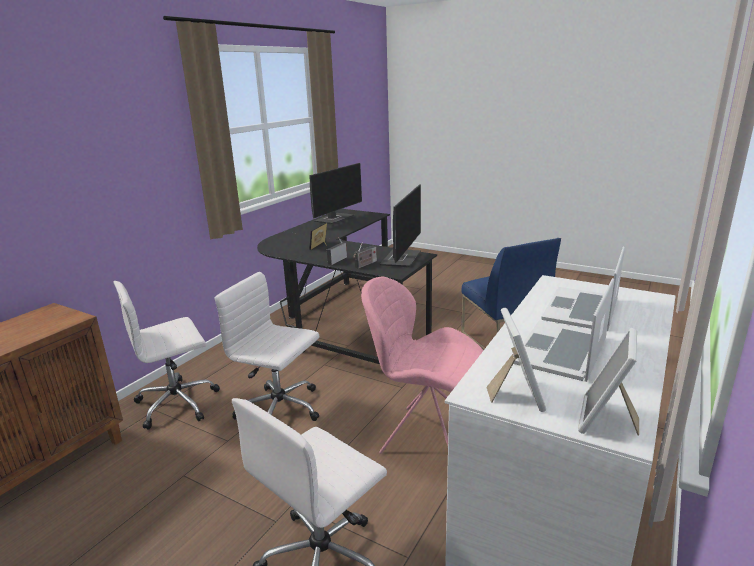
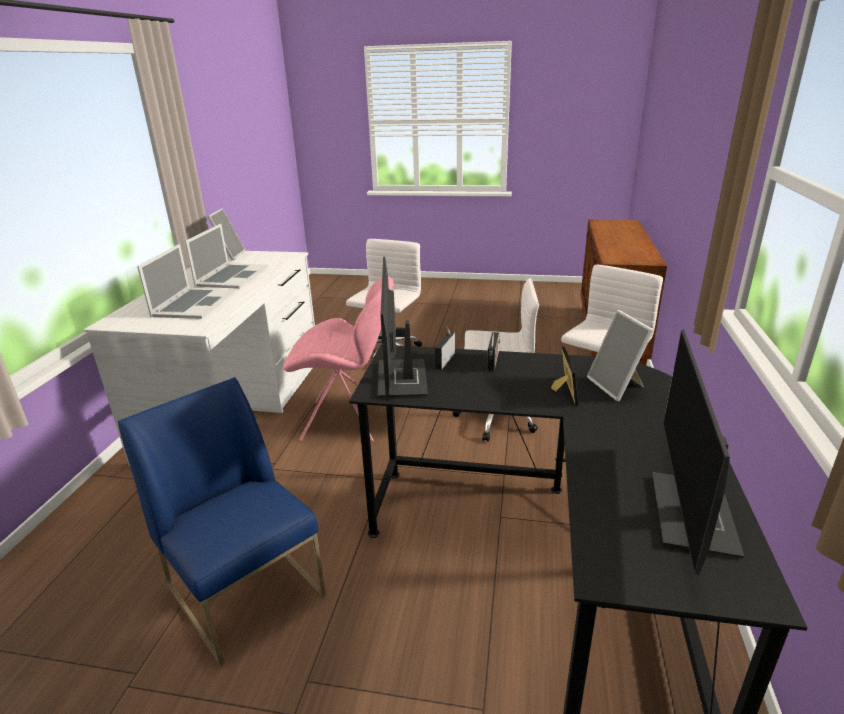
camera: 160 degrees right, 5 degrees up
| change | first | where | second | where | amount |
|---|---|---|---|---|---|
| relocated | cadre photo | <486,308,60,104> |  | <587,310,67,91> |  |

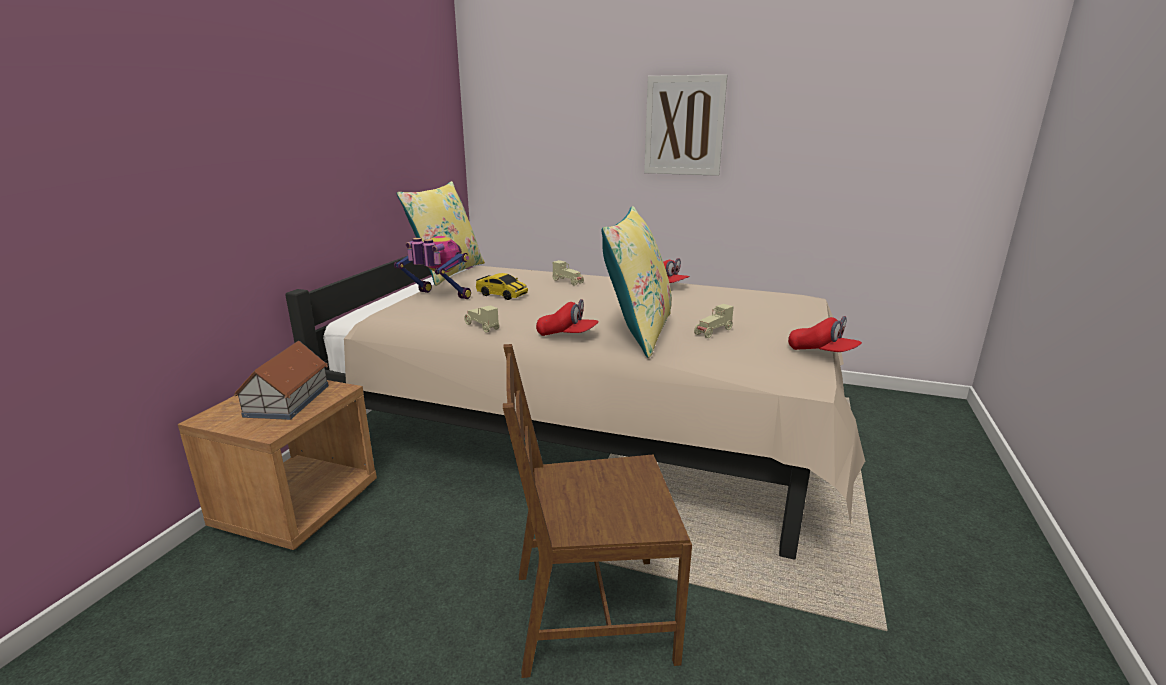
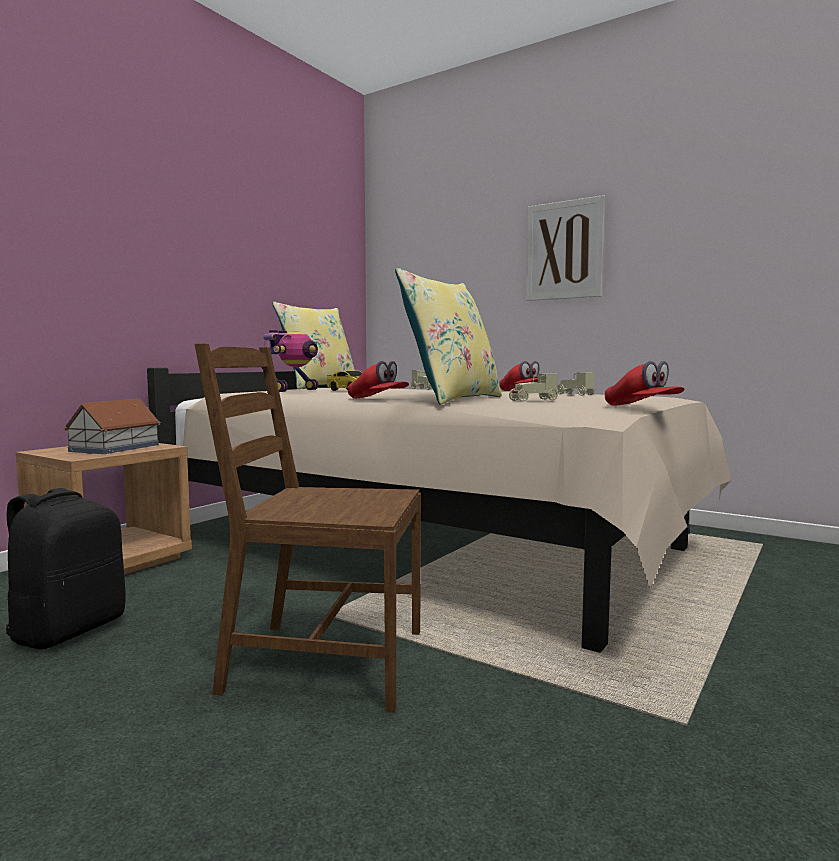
camera: 15 degrees right, 15 degrees down
| change | first | where | second | where | amount |
|---|---|---|---|---|---|
| appeared |  |  | sac à dos (noir) | <6,488,120,161> |  |
| relocated | petite voiture (beige) | <464,305,35,28> |  | <557,372,38,24> |  |
| spun | robot jouet | <394,236,77,63> |  | <261,330,57,62> | 75 degrees clockwise |

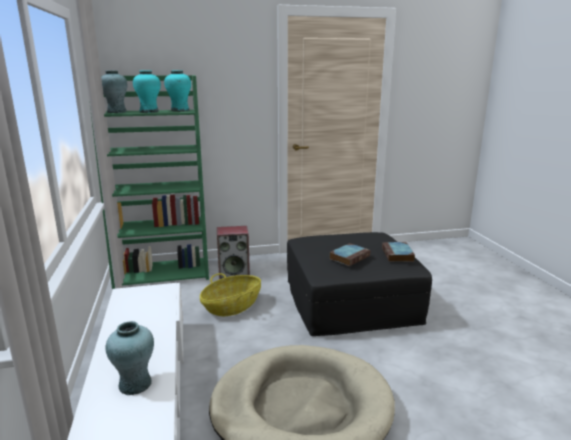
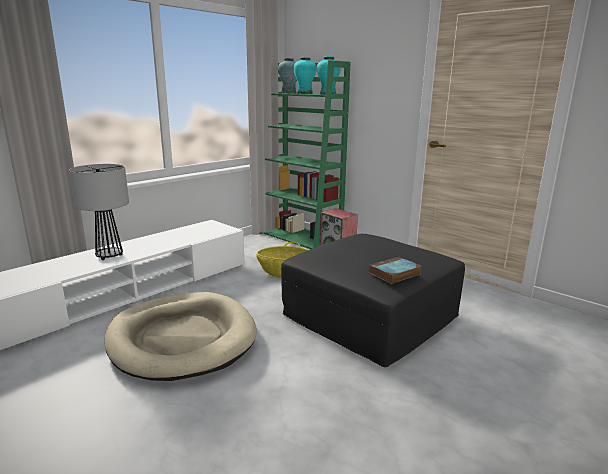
camera: 55 degrees right, 0 degrees up
| change | first | where | second | where | amount |
|---|---|---|---|---|---|
| missing | livre | <329,243,41,23> |  |  |  |
| exchanged | vase (turquoise) | <105,321,49,74> | lampe de table | <69,164,60,96> |  |

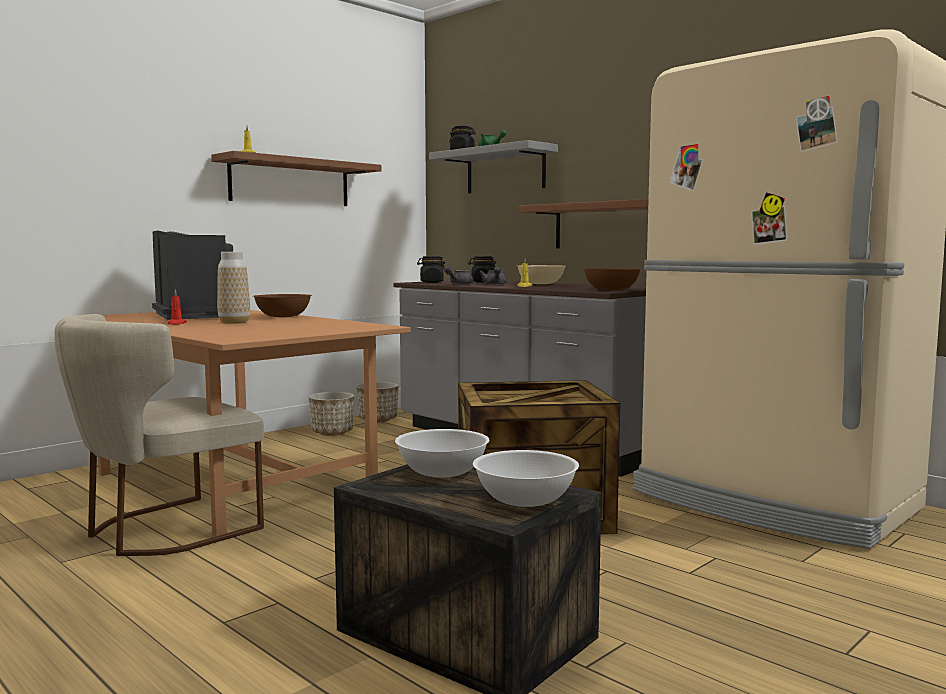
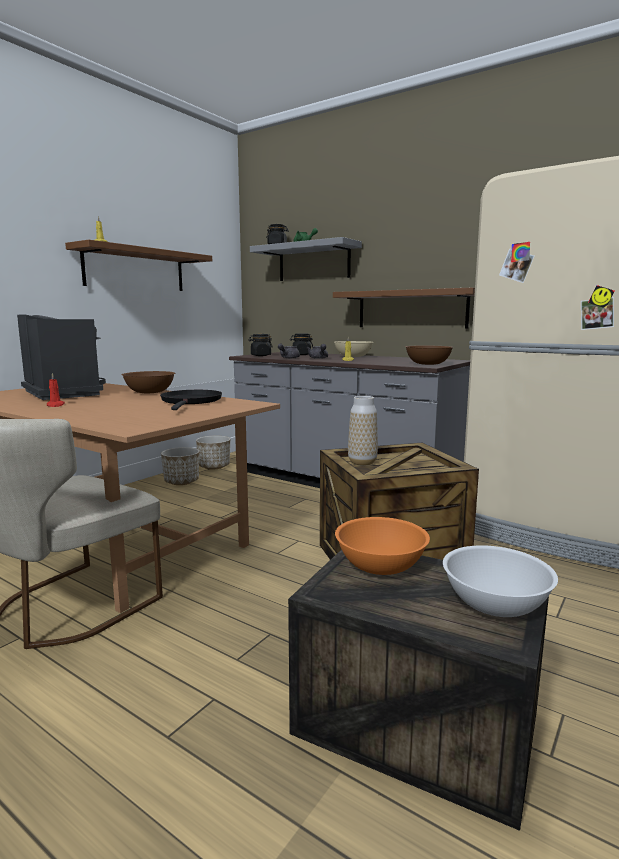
camera: 10 degrees left, 5 degrees up
| change | first | where | second | where | amount |
|---|---|---|---|---|---|
| appeared |  |  | poêle (noir) | <160,390,62,20> |  |
| relocated | vase | <217,252,33,72> |  | <348,396,30,70> |  |
| colour | bol (blanc) | <395,429,94,49> | bol (orange) | <335,517,95,58> |  |

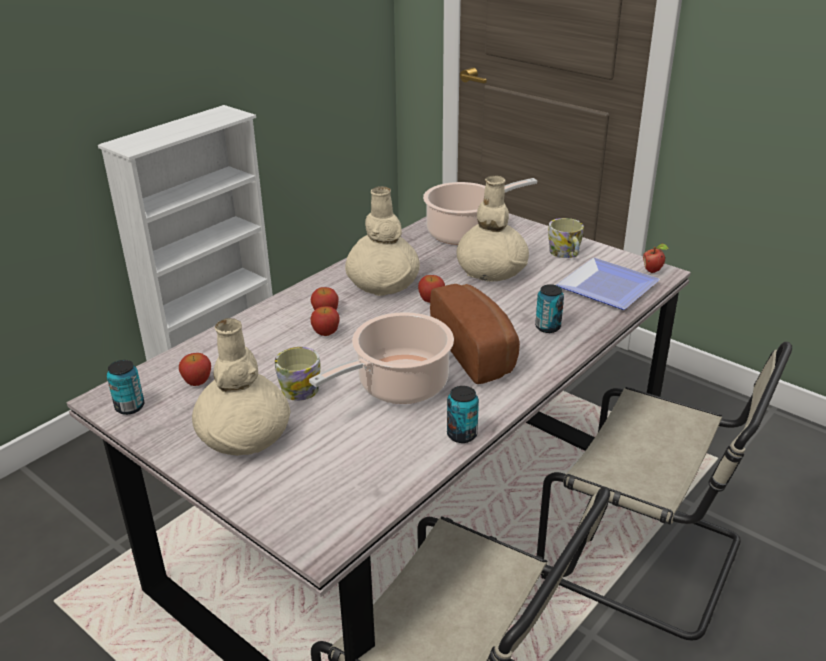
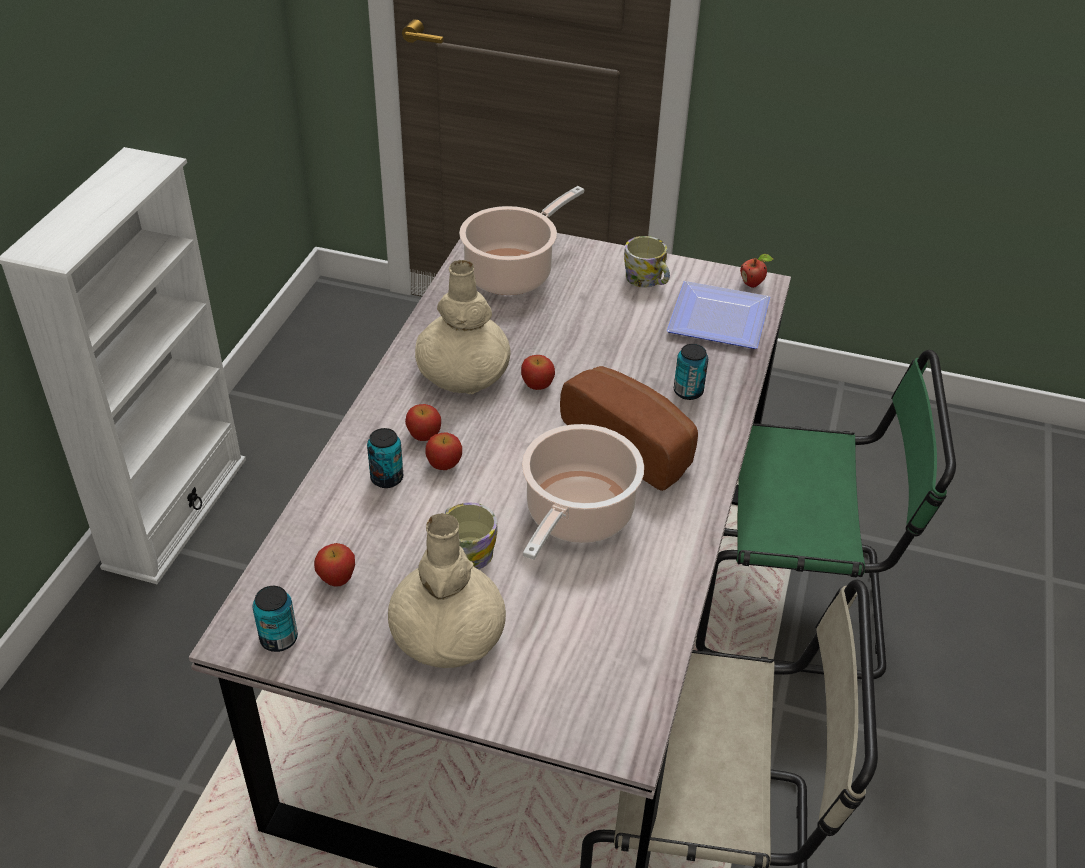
camera: 25 degrees left, 10 degrees up
| change | first | where | second | where | amount |
|---|---|---|---|---|---|
| missing | vase (beige) | <456,176,73,106> |  |  |  |
| relocated | boîte métallique | <447,386,32,57> |  | <367,428,36,60> |  |
| colour | chaise (beige) | <537,342,255,299> | chaise (vert) | <696,350,260,329> |  |

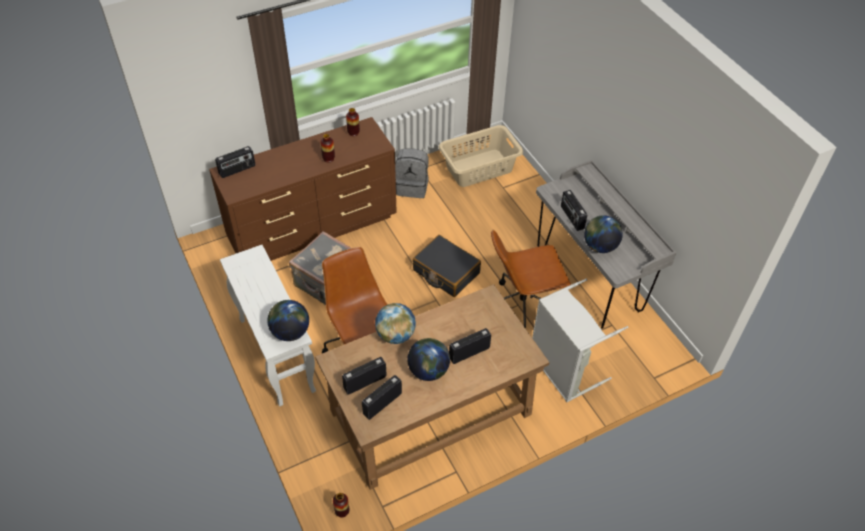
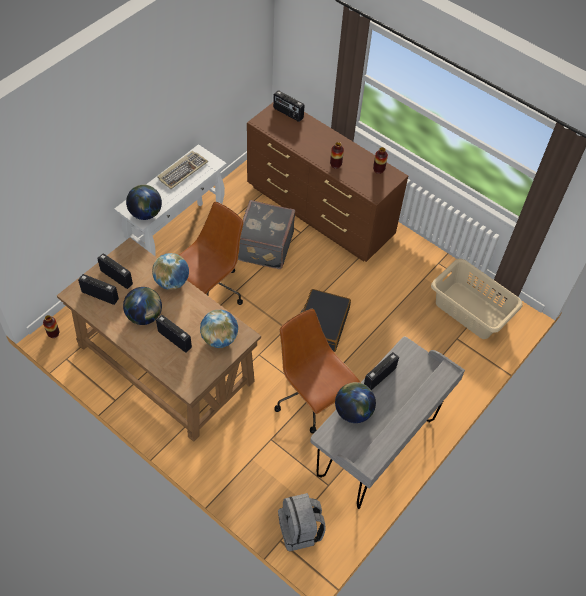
camera: 65 degrees right, 5 degrees up
| change | first | where | second | where | amount |
|---|---|---|---|---|---|
| missing | panier à linge (gris) | <532,279,96,123> |  |  |  |
| appeared |  |  | clavier | <157,151,51,38> |  |
| appeared |  |  | globe | <200,310,38,38> |  |
| relocated | sac à dos (gris) | <395,148,34,50> |  | <278,493,48,59> |  |

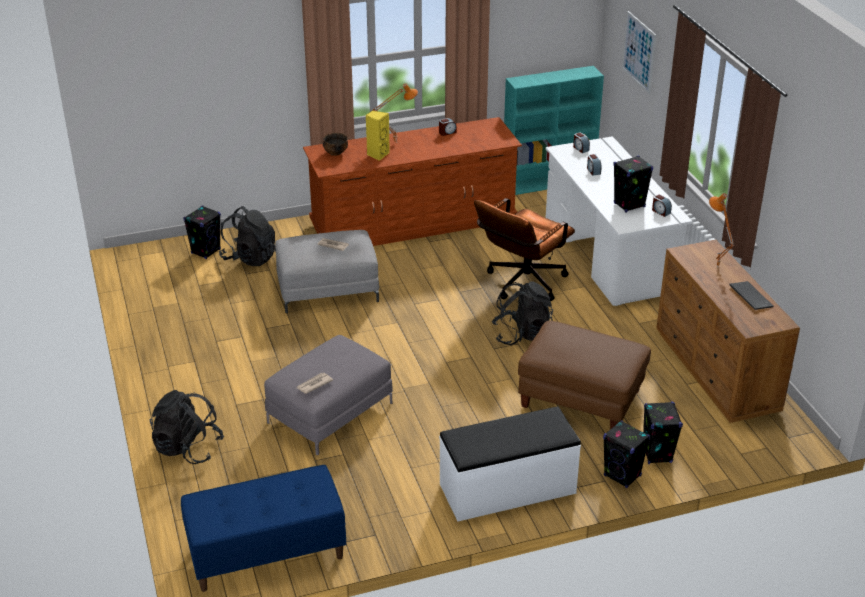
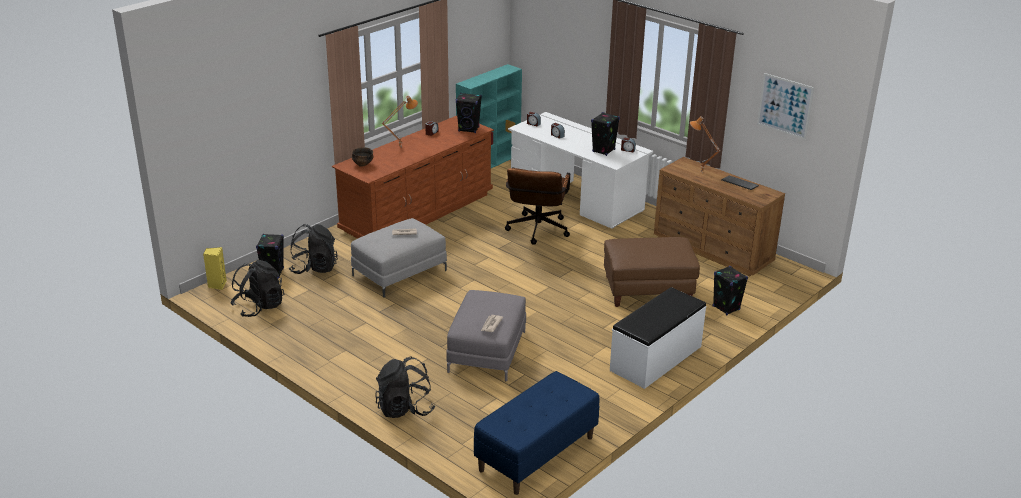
camera: 30 degrees left, 5 degrees down
| change | first | where | second | where | amount |
|---|---|---|---|---|---|
| relocated | enceinte (jaune) | <366,110,24,51> |  | <203,247,24,43> |  |
| relocated | sac à dos (noir) | <492,281,61,64> |  | <230,260,54,57> |  |
| relocated | enceinte (noir) | <603,420,47,68> |  | <456,93,26,40> |  |
| relocated | tableau | <622,11,34,83> |  | <757,73,57,67> |  |

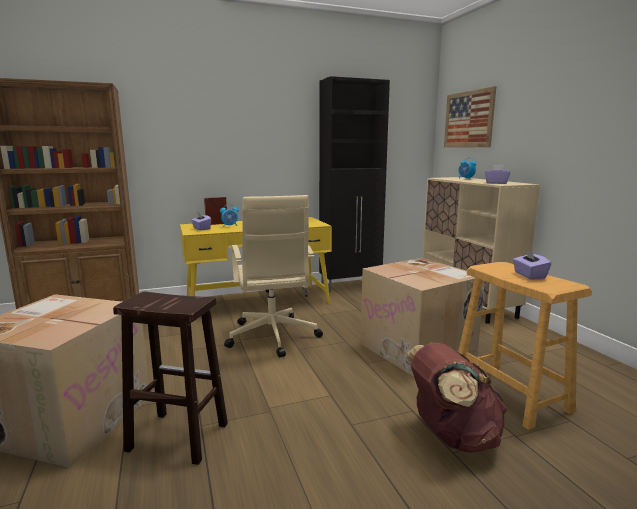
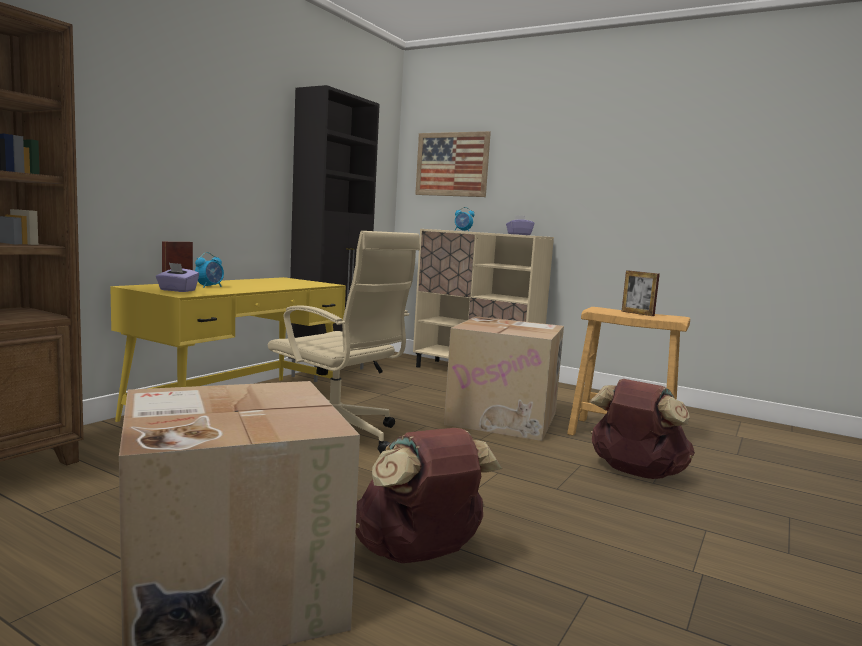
camera: 40 degrees left, 5 degrees down
| change | first | where | second | where | amount |
|---|---|---|---|---|---|
| exchanged | tabouret (marron) | <113,292,115,173> | sac à dos (marron) | <356,428,146,135> |  |
| exchanged | boîte à mouchoirs (violet) | <513,248,38,31> | cadre photo | <622,270,38,46> |  |

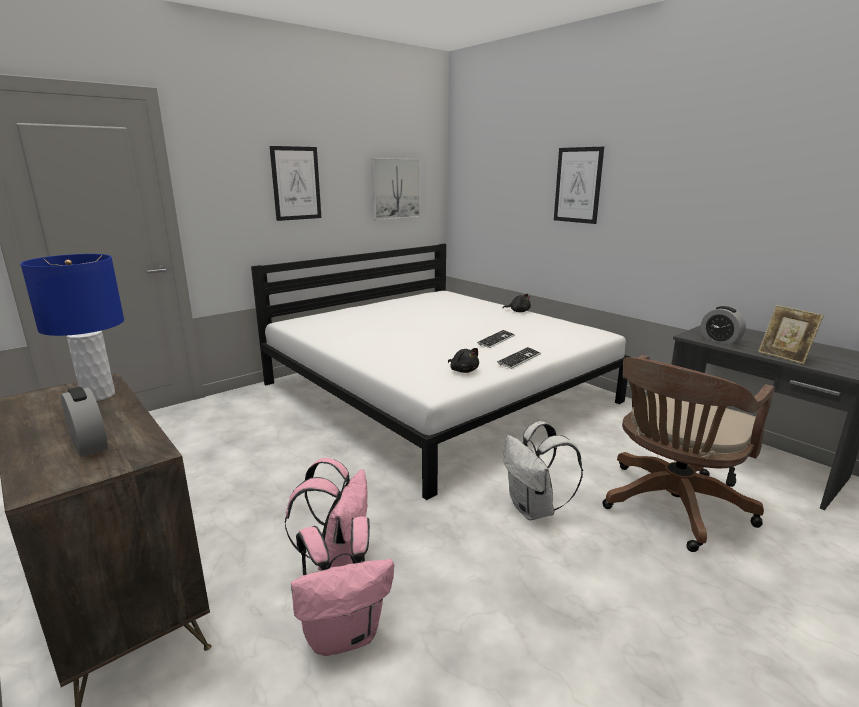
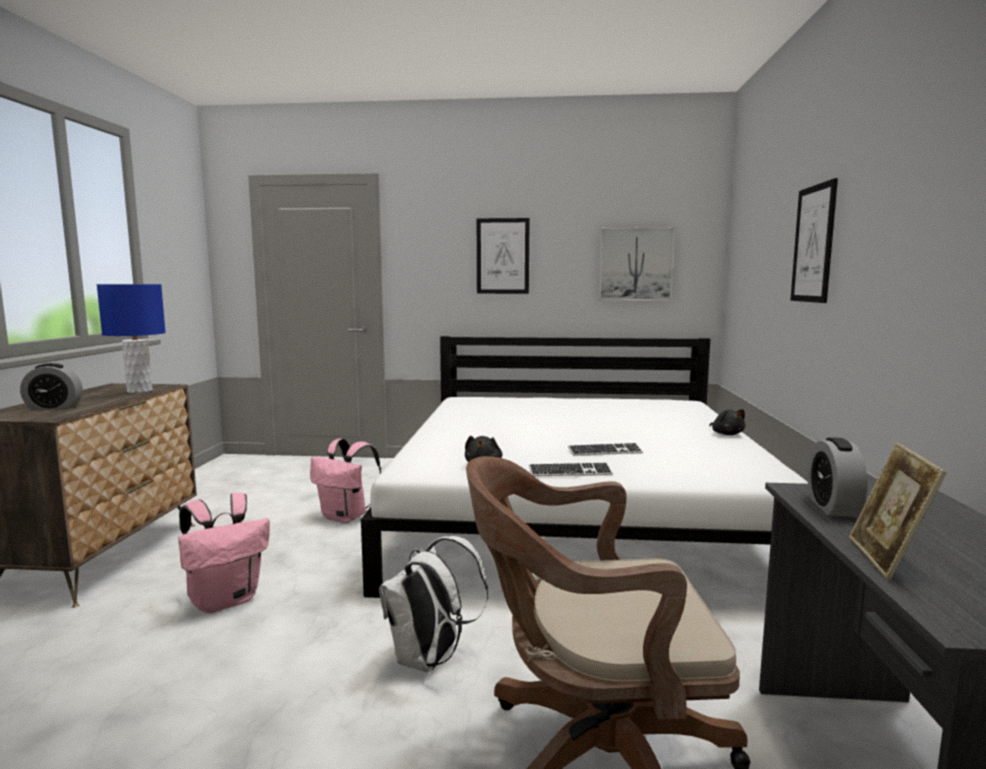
camera: 45 degrees right, 10 degrees down
| change | first | where | second | where | amount |
|---|---|---|---|---|---|
| relocated | sac à dos (rose) | <291,516,103,140> |  | <310,438,71,85> |  |
| spun | réveil | <61,387,47,70> |  | <20,363,63,48> | 75 degrees clockwise |

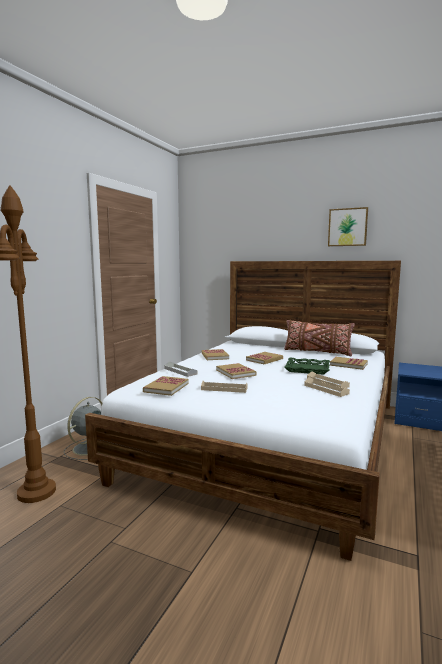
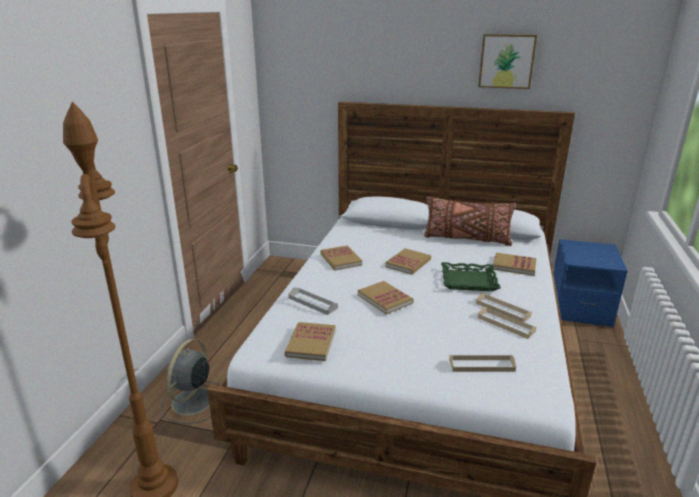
camera: 10 degrees left, 15 degrees up
| change | first | where | second | where | amount |
|---|---|---|---|---|---|
| relocated | plateau (beige) | <201,381,46,12> |  | <449,355,67,17> |  |

